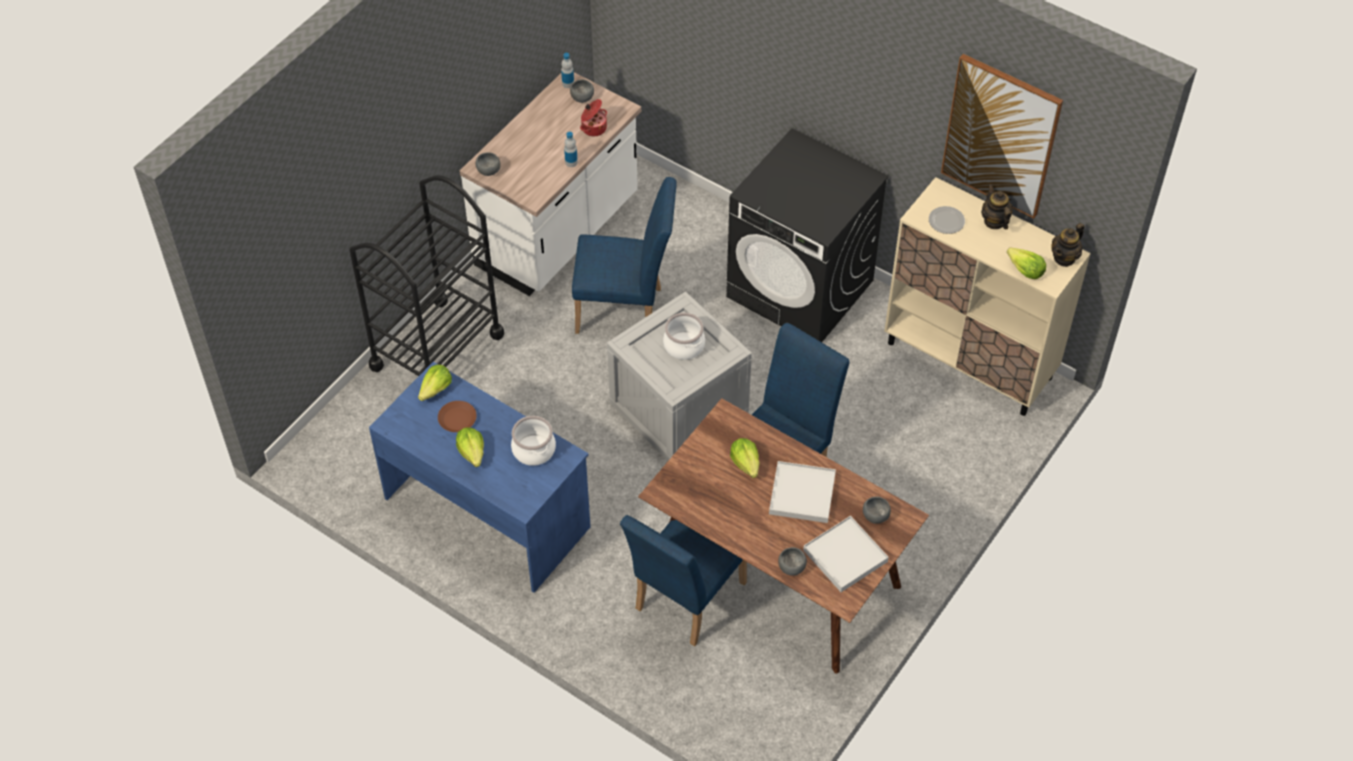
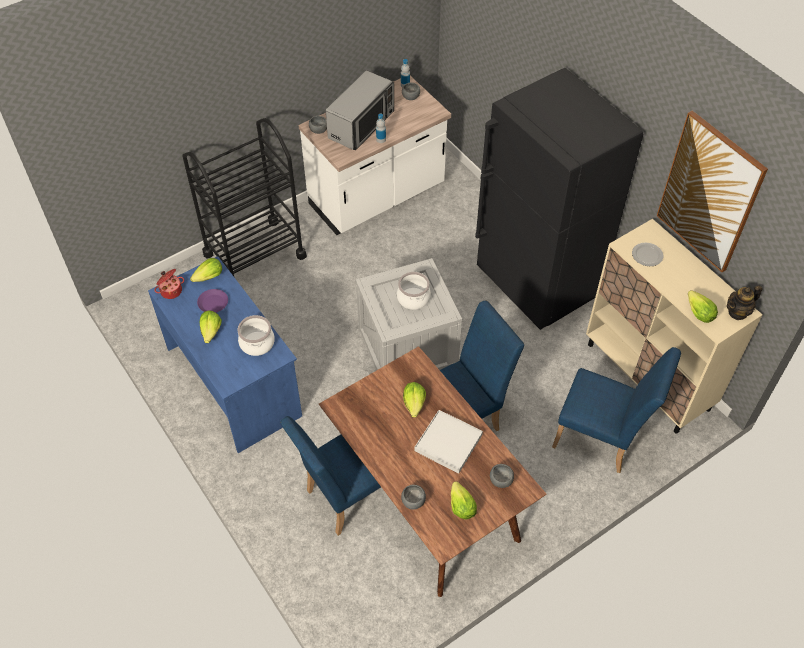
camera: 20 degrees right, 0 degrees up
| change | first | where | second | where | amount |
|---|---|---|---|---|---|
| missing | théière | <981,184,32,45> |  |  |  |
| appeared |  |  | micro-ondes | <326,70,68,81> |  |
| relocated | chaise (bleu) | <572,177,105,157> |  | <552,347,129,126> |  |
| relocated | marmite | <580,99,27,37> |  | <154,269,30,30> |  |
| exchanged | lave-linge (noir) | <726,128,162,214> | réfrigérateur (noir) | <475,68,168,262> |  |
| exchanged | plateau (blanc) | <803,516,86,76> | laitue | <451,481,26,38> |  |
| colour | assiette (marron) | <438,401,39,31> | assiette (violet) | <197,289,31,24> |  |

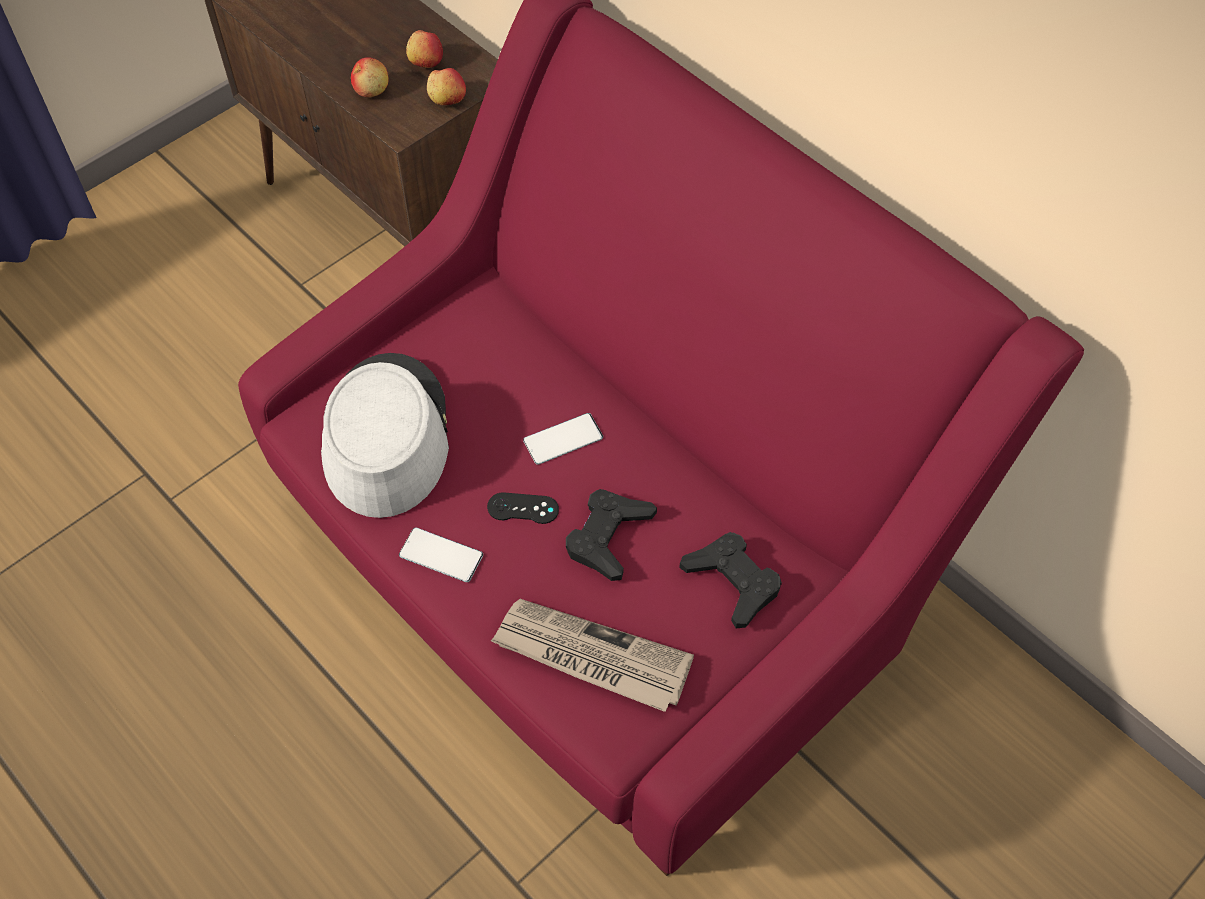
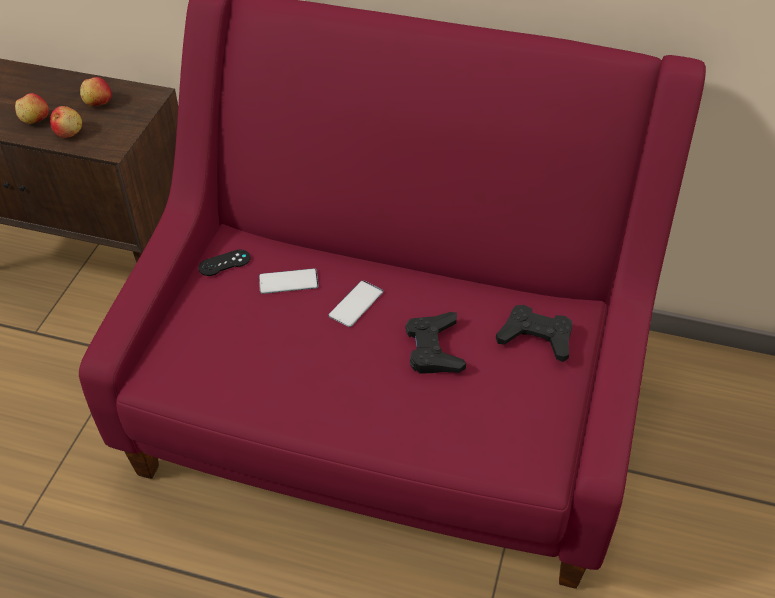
camera: 30 degrees left, 10 degrees down
| change | first | where | second | where | amount |
|---|---|---|---|---|---|
| missing | chapeau (gris) | <321,353,128,165> |  |  |  |
| missing | journal | <491,599,203,113> |  |  |  |
| relocated | téléphone | <399,527,84,55> |  | <259,268,60,26> |  |
| relocated | pomme | <427,68,39,37> |  | <15,93,34,31> |  |
| relocated | manette (noir) | <487,492,72,32> |  | <198,250,52,26> |  |

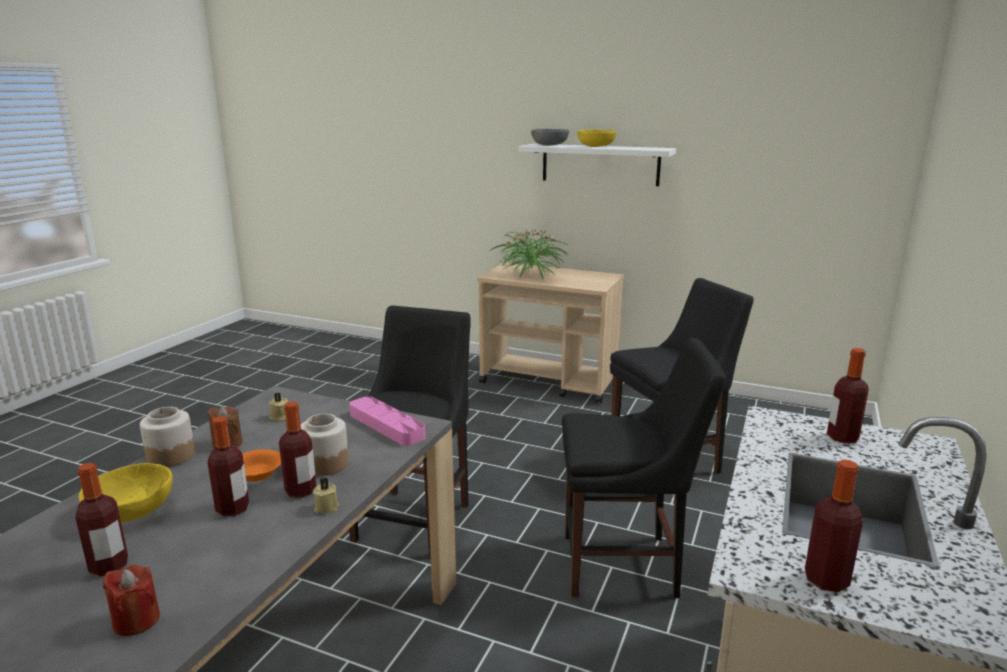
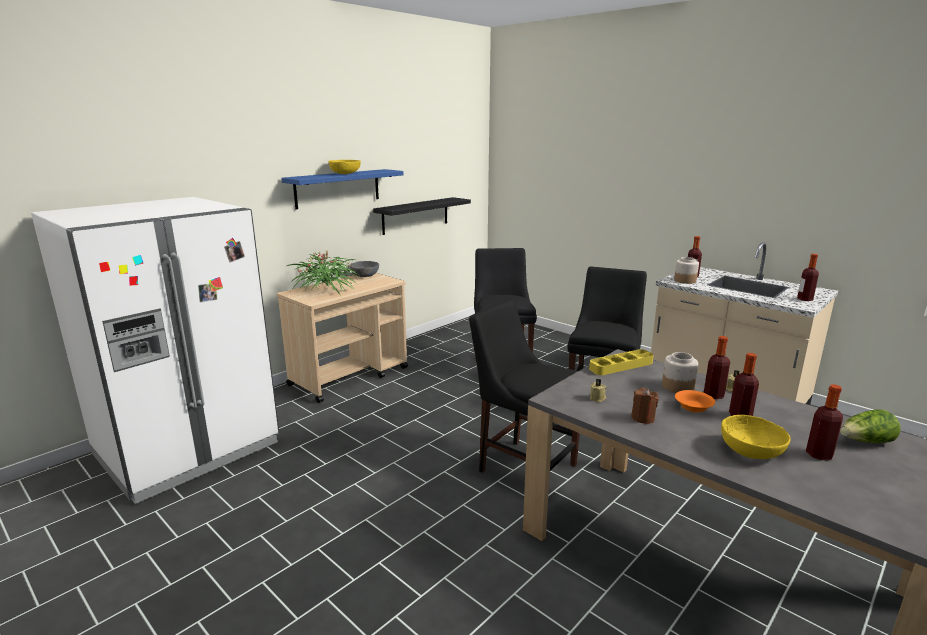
camera: 70 degrees left, 0 degrees up
| change | first | where | second | where | amount |
|---|---|---|---|---|---|
| appeared |  |  | réfrigérateur (blanc) | <31,197,248,307> |  |
| appeared |  |  | étagère (noir) | <373,197,98,38> |  |
| relocated | bocal | <140,407,55,60> |  | <674,257,25,27> |  |
| relocated | bol (gris) | <531,129,38,17> |  | <350,261,29,16> |  |
| exchanged | bougie (rouge) | <103,564,57,72> | laitue | <840,409,61,34> |  |
| colour | plateau (rose) | <349,396,76,50> | plateau (jaune) | <589,349,65,26> |  |
| colour | étagère (blanc) | <519,144,157,42> | étagère (bleu) | <281,169,122,40> |  |

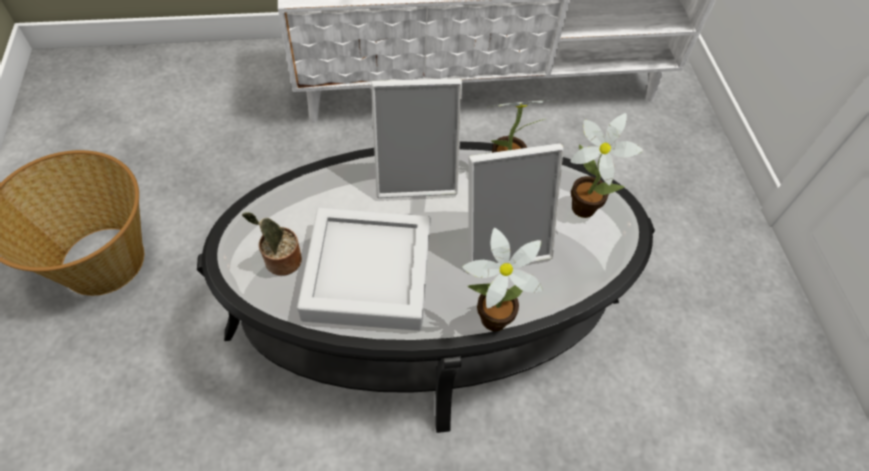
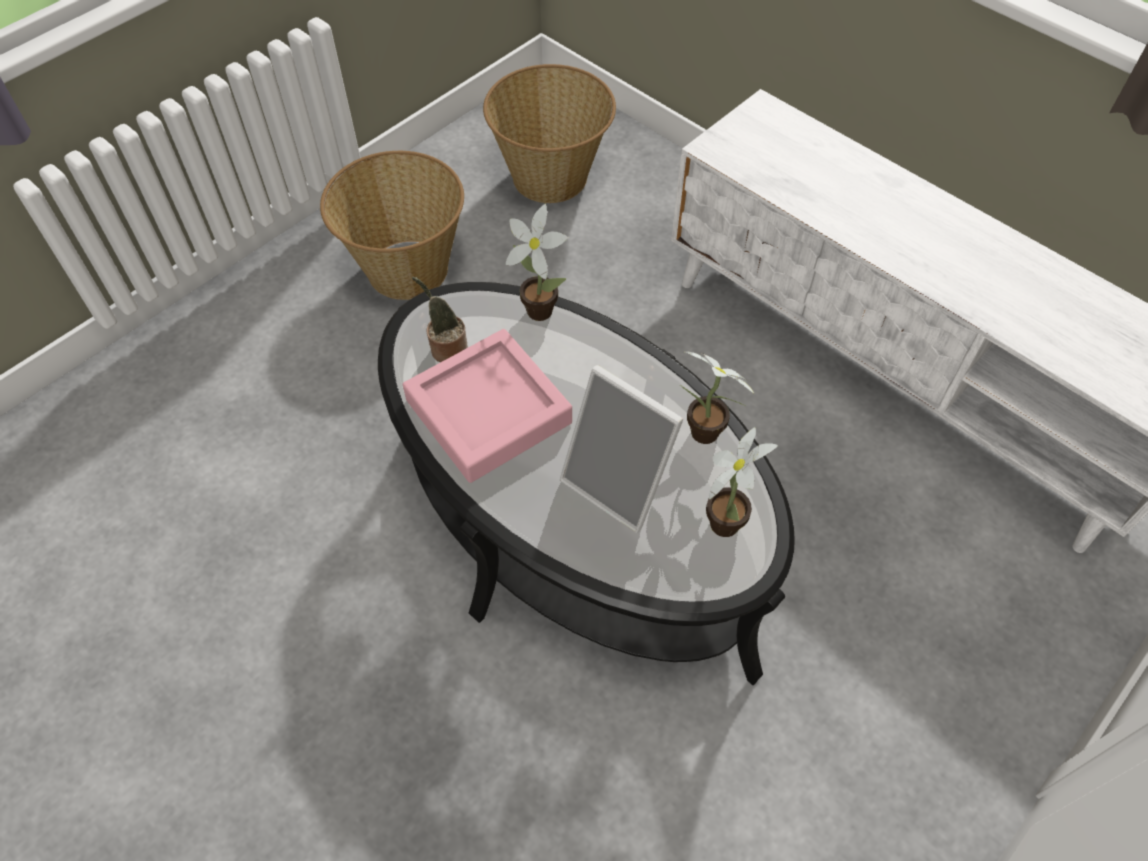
camera: 55 degrees right, 0 degrees up
| change | first | where | second | where | amount |
|---|---|---|---|---|---|
| missing | cadre photo | <371,78,91,120> |  |  |  |
| appeared |  |  | panier | <483,64,133,139> |  |
| relocated | plante en pot | <462,228,81,103> |  | <506,204,62,117> |  |
| colour | plateau (gris) | <297,207,134,124> | plateau (rose) | <403,329,169,154> |  |

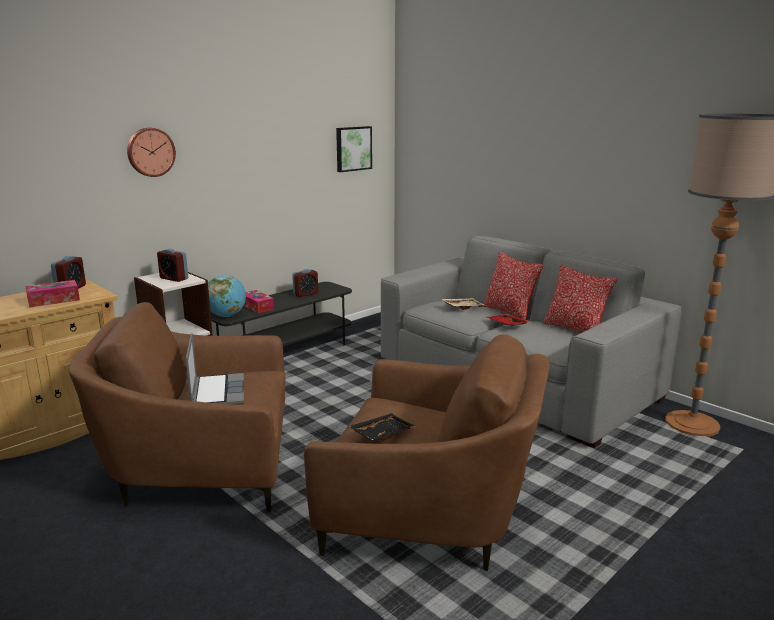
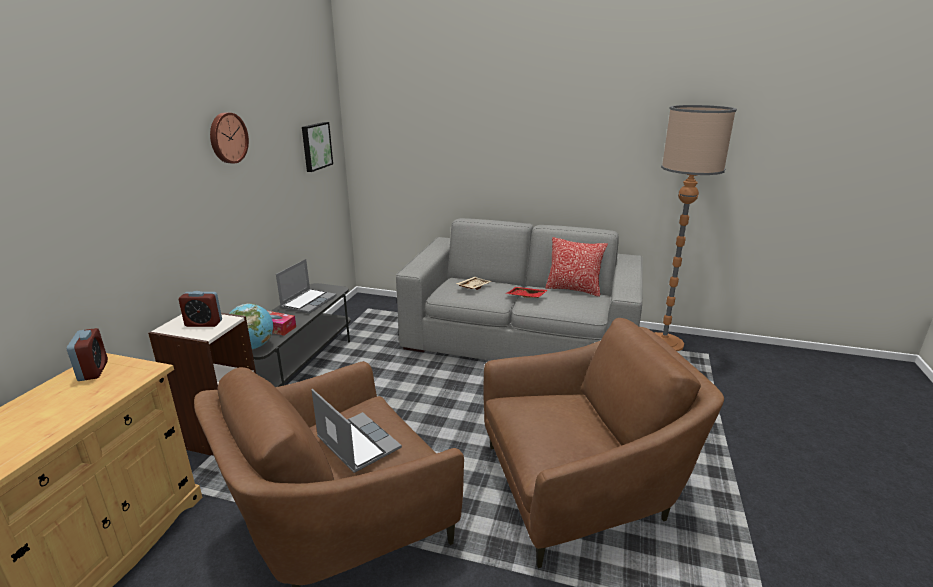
camera: 30 degrees left, 5 degrees up
| change | first | where | second | where | amount |
|---|---|---|---|---|---|
| missing | boîte à mouchoirs | <25,280,55,27> |  |  |  |
| missing | plateau (noir) | <348,413,67,28> |  |  |  |
| missing | coussin | <482,252,62,68> |  |  |  |
| relocated | horloge murale | <127,128,49,49> |  | <210,112,39,52> |  |
| exchanged | réveil | <292,269,26,28> | ordinateur portable | <276,259,60,55> |  |

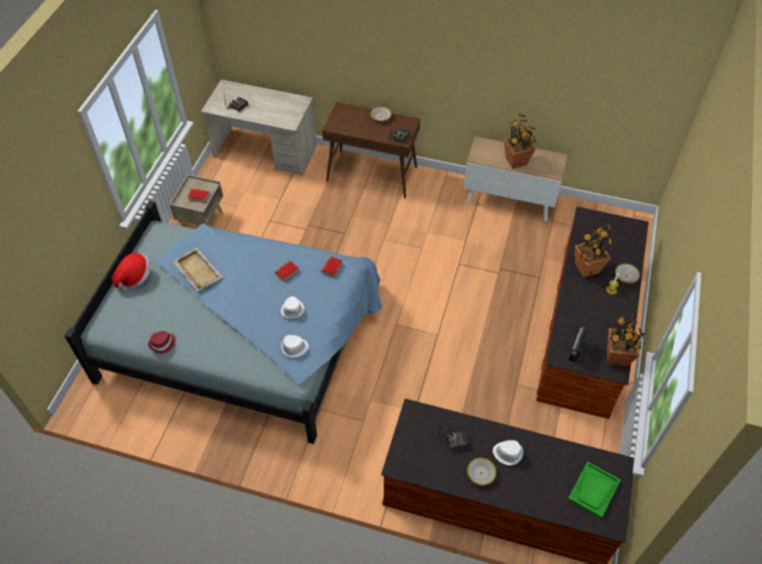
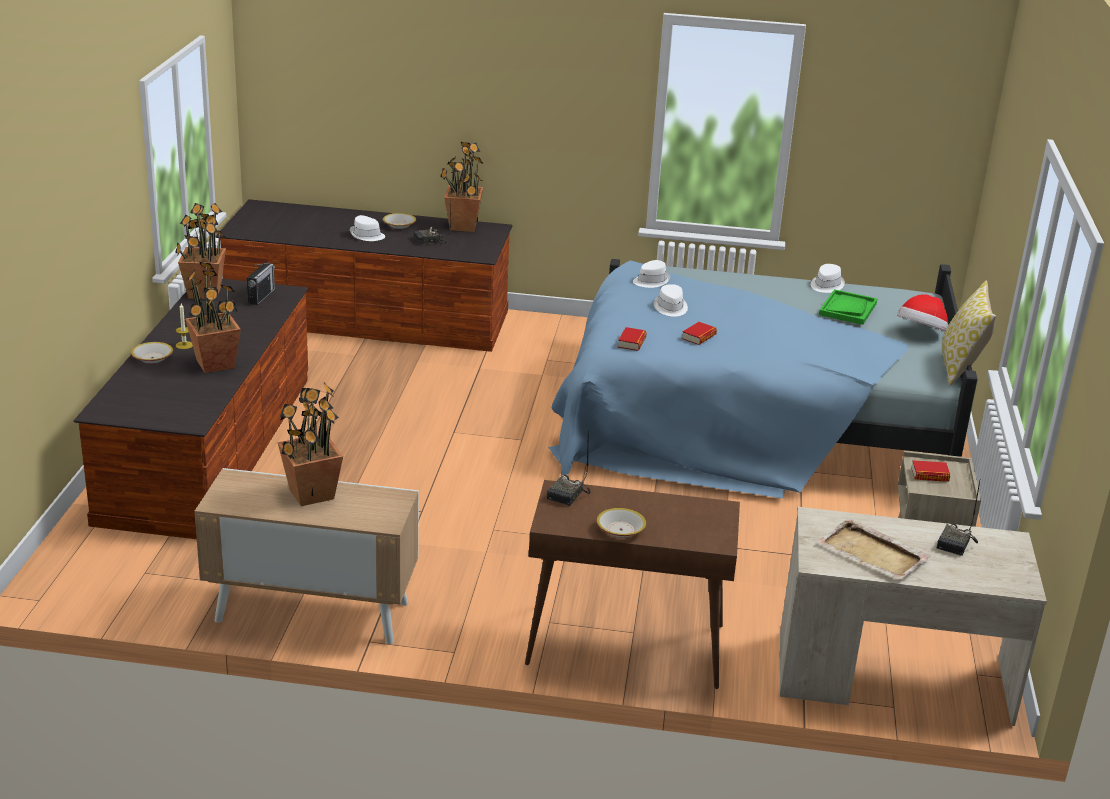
camera: 170 degrees right, 25 degrees down
| change | first | where | second | where | amount |
|---|---|---|---|---|---|
| appeared |  |  | plante en pot | <440,142,44,90> |  |
| appeared |  |  | coussin | <942,281,54,105> |  |
| relocated | plateau (beige) | <172,248,51,43> |  | <816,518,115,62> |  |
| relocated | plateau (vert) | <568,461,53,58> |  | <819,289,59,36> |  |
| colour | chapeau (rouge) | <148,331,28,22> | chapeau (blanc) | <811,264,34,29> |  |

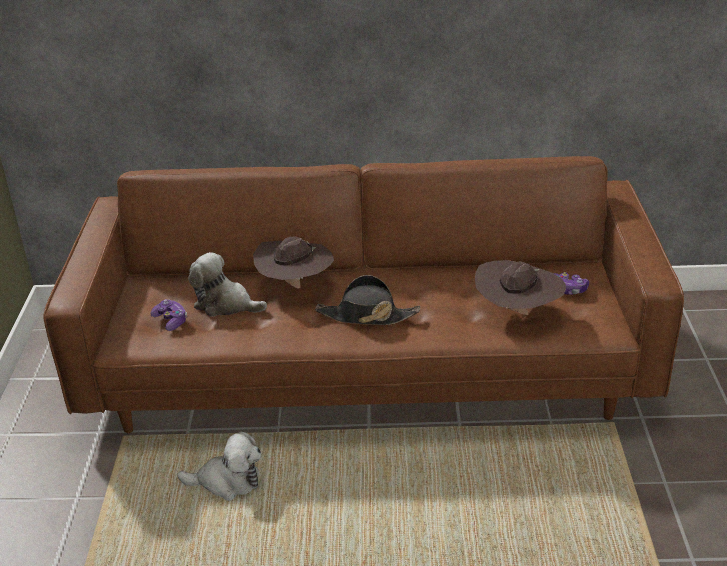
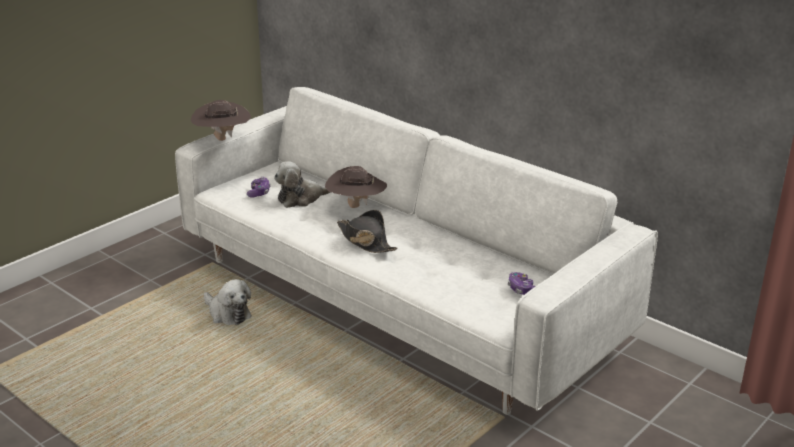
camera: 40 degrees right, 5 degrees down
| change | first | where | second | where | amount |
|---|---|---|---|---|---|
| relocated | chapeau (marron) | <475,260,91,55> |  | <191,100,60,41> |  |
| colour | canapé (marron) | <43,156,641,277> | canapé (blanc) | <175,87,483,328> |  |
| spun | peluche | <188,252,79,65> |  | <274,161,57,47> | 90 degrees counterclockwise |

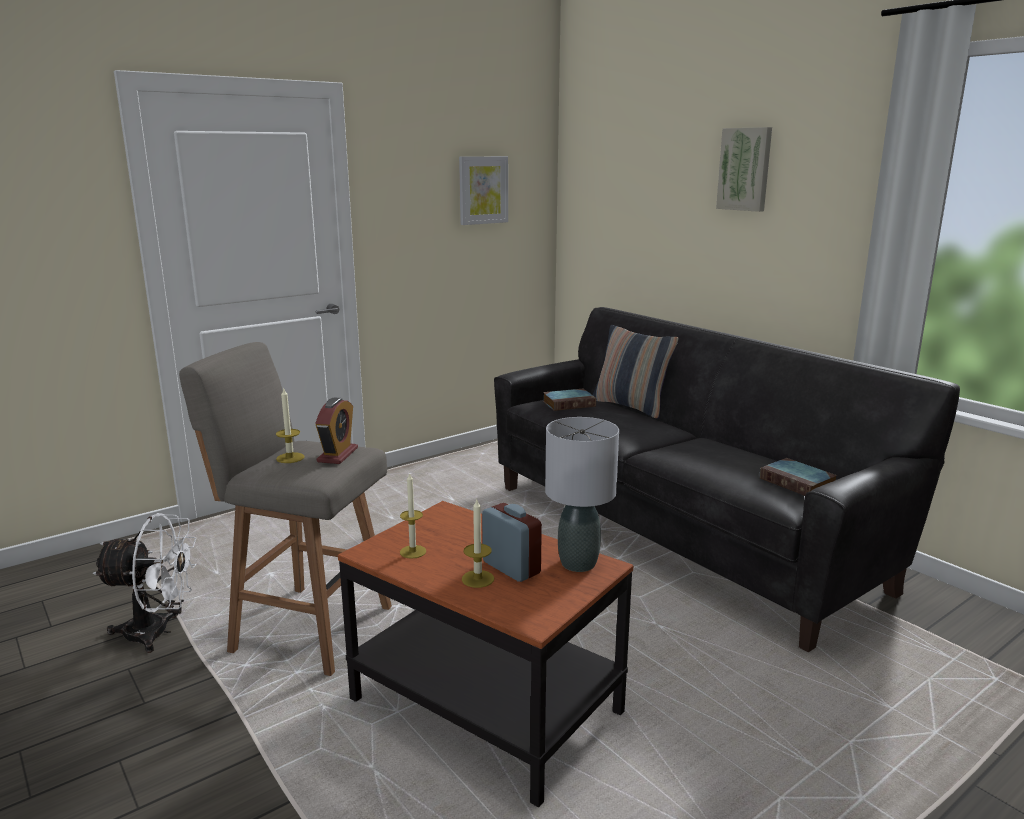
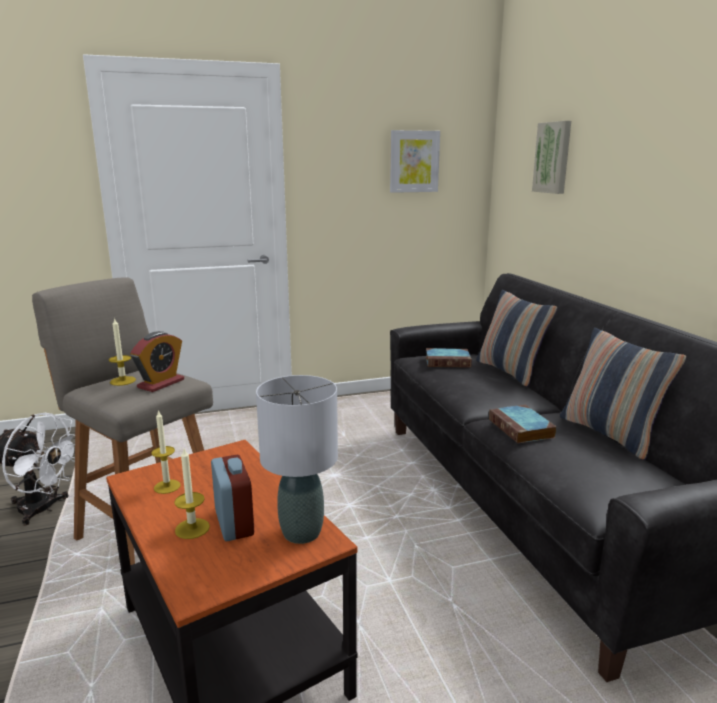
camera: 20 degrees right, 0 degrees up
| change | first | where | second | where | amount |
|---|---|---|---|---|---|
| appeared |  |  | coussin | <560,328,126,132> |  |
| relocated | tableau | <716,127,56,85> |  | <532,121,39,73> |  |
| relocated | livre | <760,458,77,38> |  | <489,405,68,39> |  |

